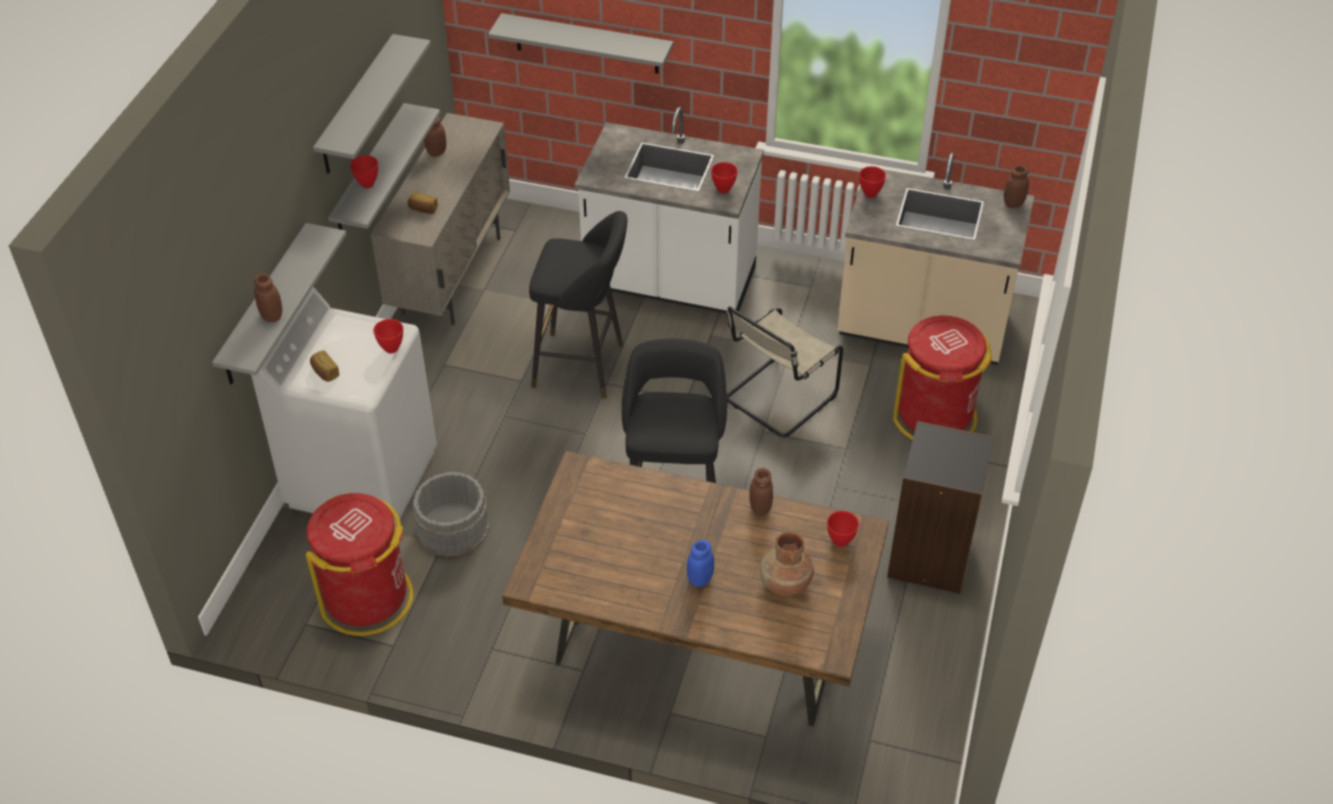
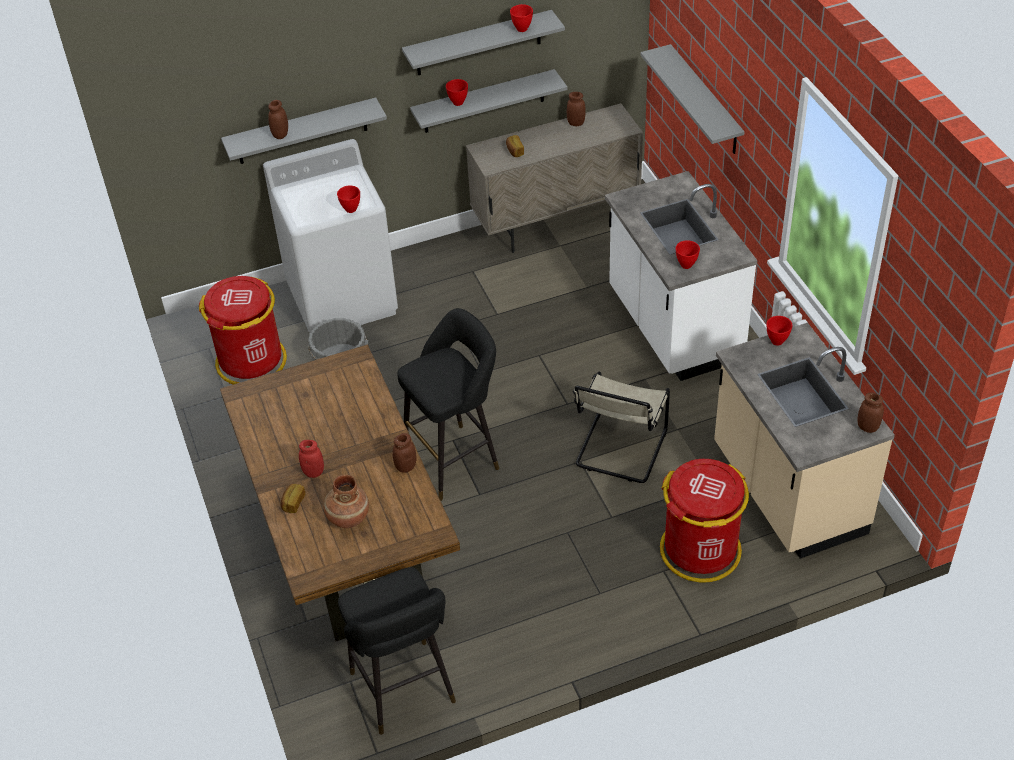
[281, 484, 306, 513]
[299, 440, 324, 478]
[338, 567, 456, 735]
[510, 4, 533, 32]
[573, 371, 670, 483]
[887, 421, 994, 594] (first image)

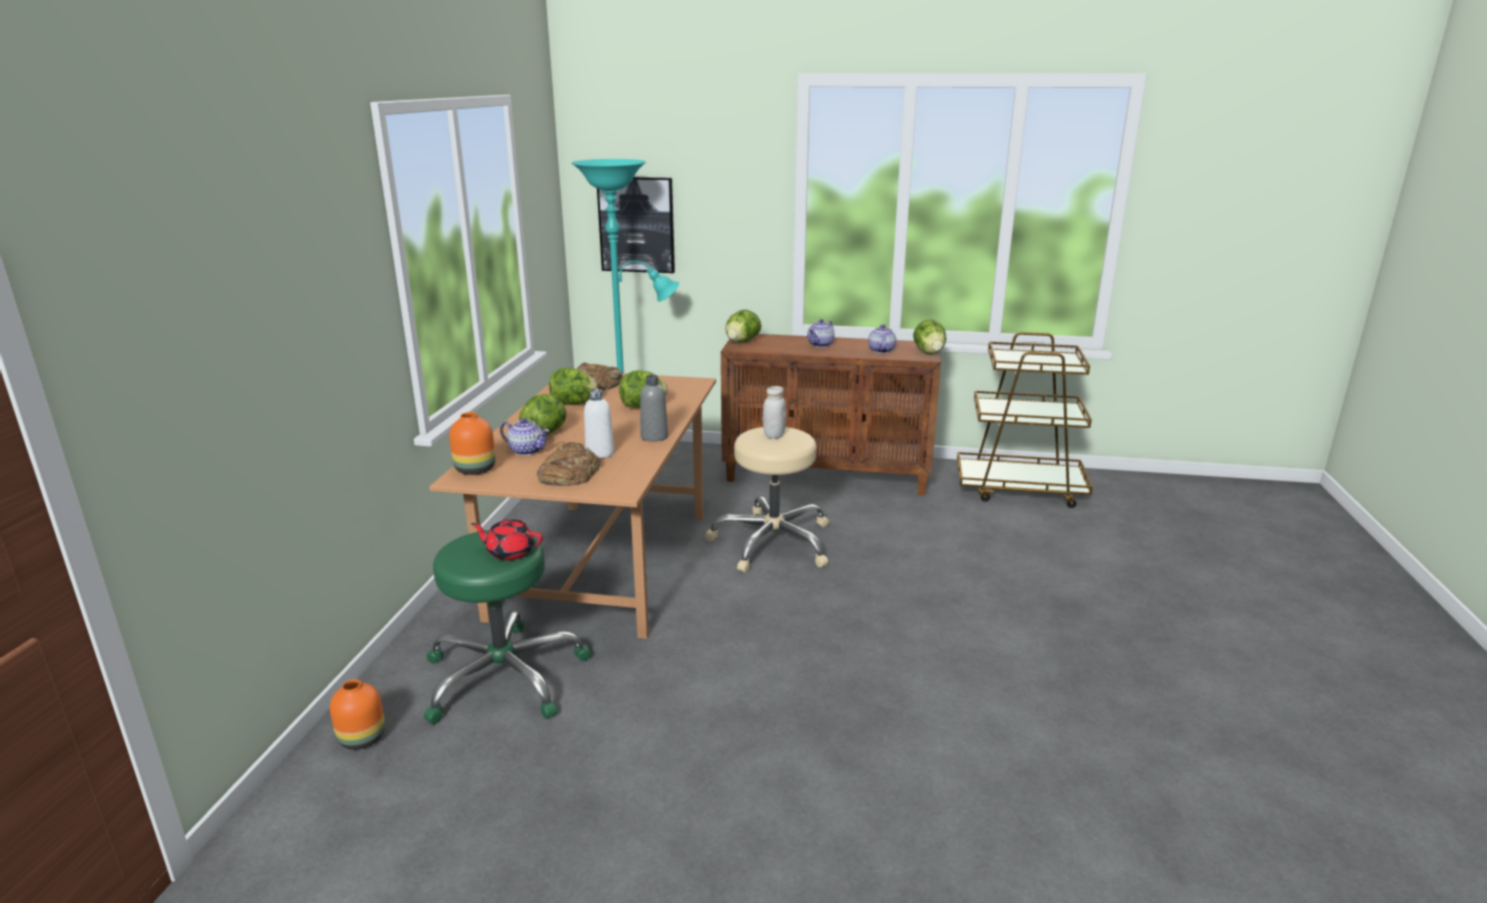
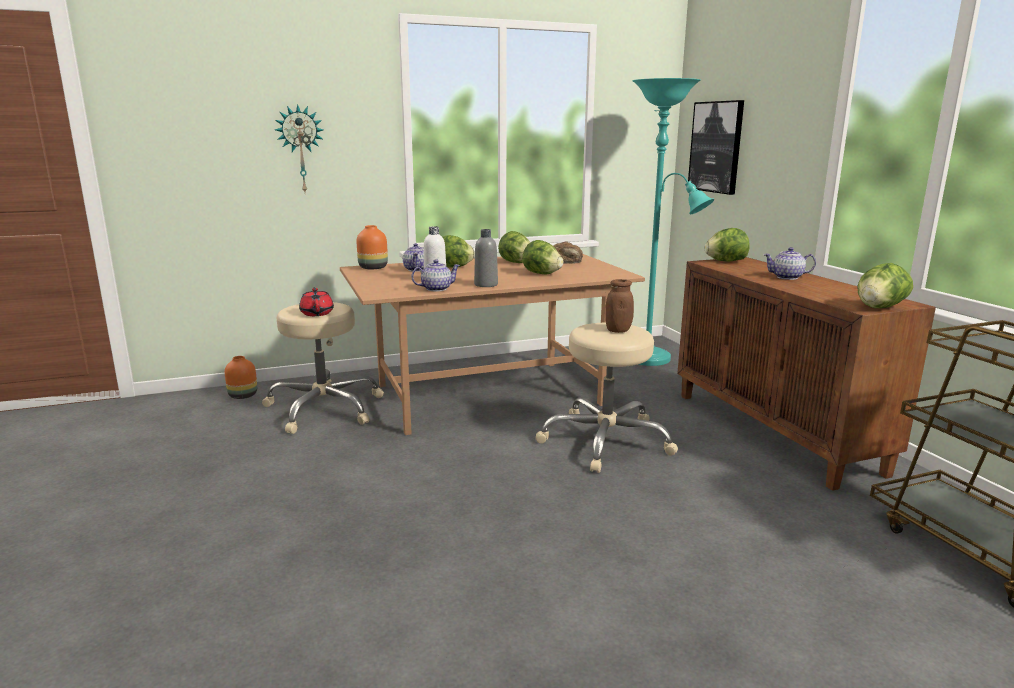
[262, 302, 384, 434]
[275, 104, 324, 192]
[411, 259, 460, 291]
[605, 279, 634, 333]
[537, 442, 600, 486] (first image)

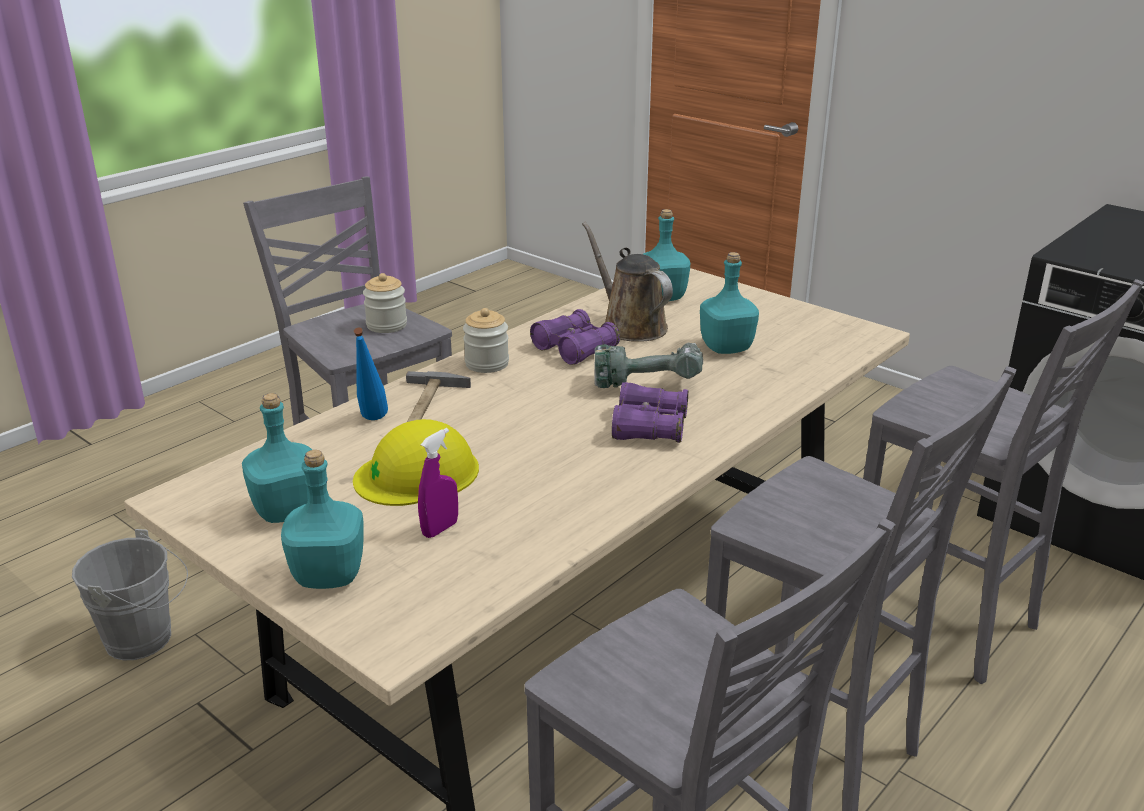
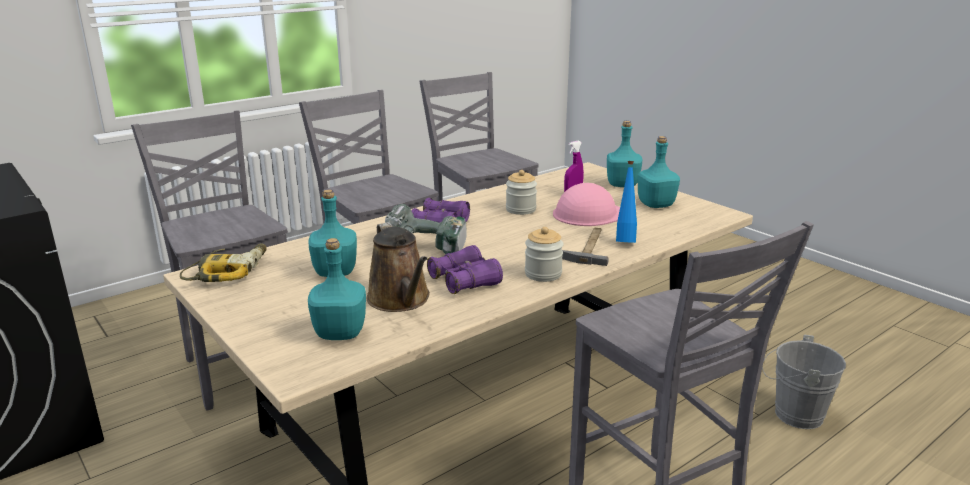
[180, 243, 267, 282]
[506, 170, 537, 215]
[553, 183, 620, 226]

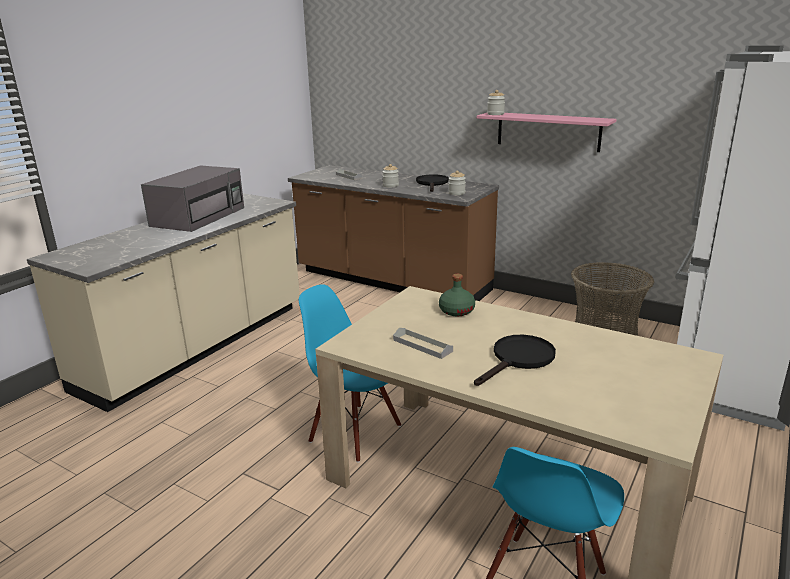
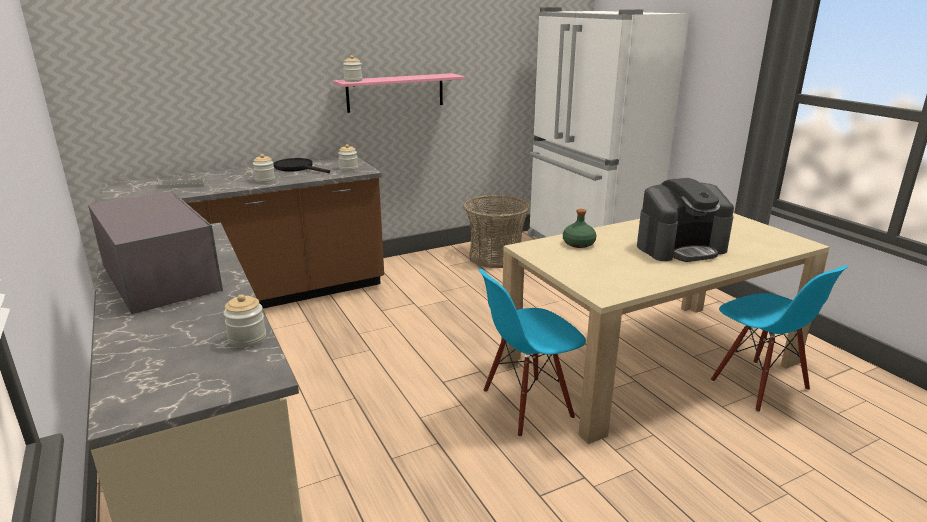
[223, 294, 266, 348]
[637, 178, 734, 262]
[393, 328, 453, 359] (first image)

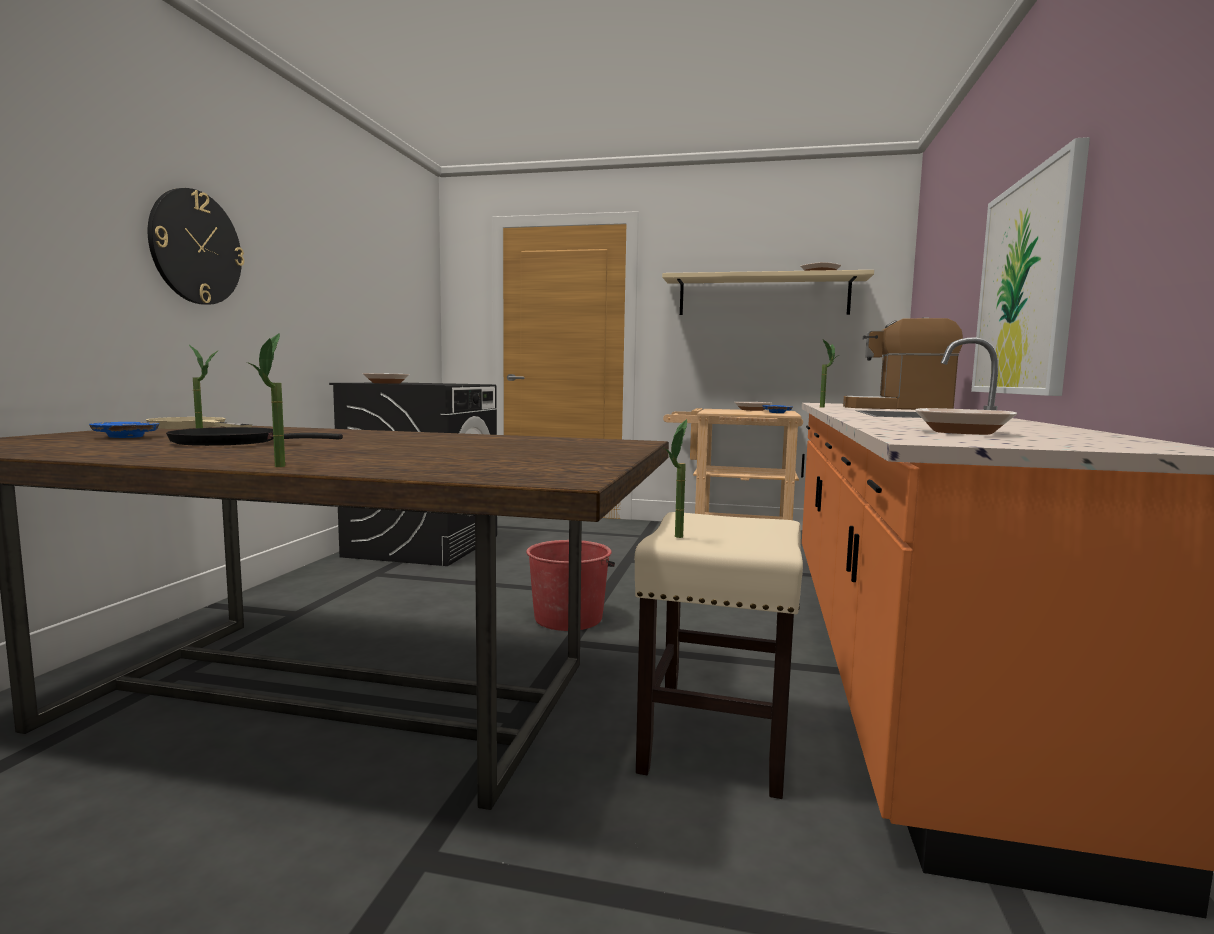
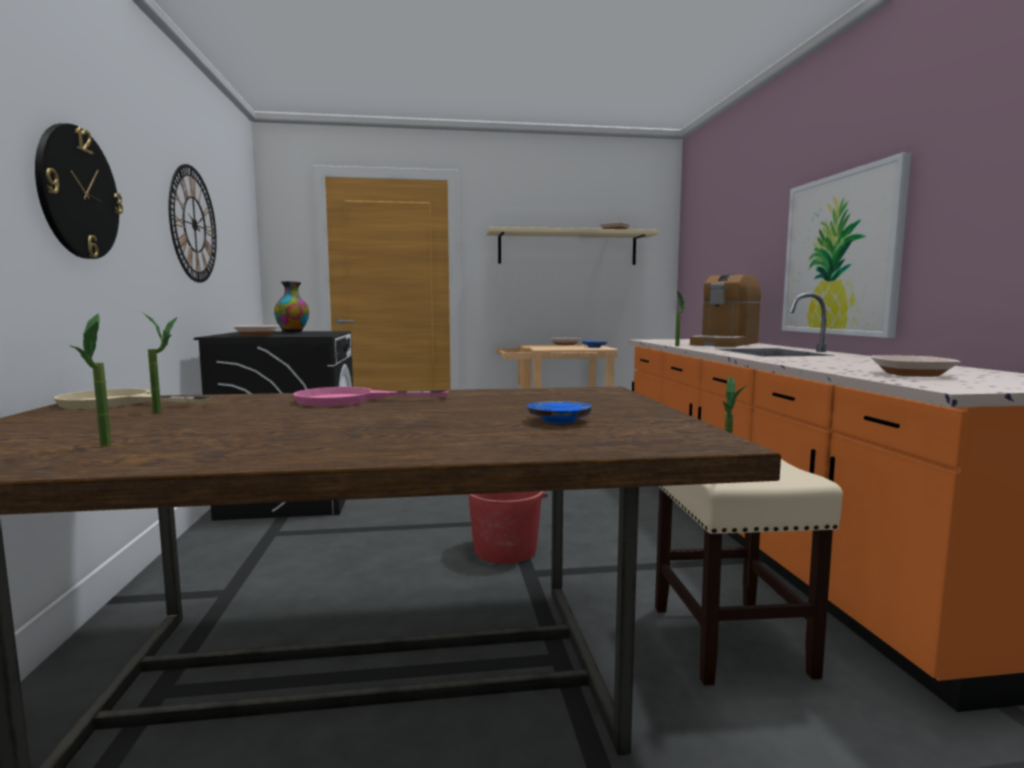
[69, 314, 111, 446]
[168, 164, 217, 283]
[274, 281, 309, 332]
[293, 387, 449, 407]
[527, 401, 592, 423]
[690, 274, 761, 347]
[166, 427, 343, 446] (first image)

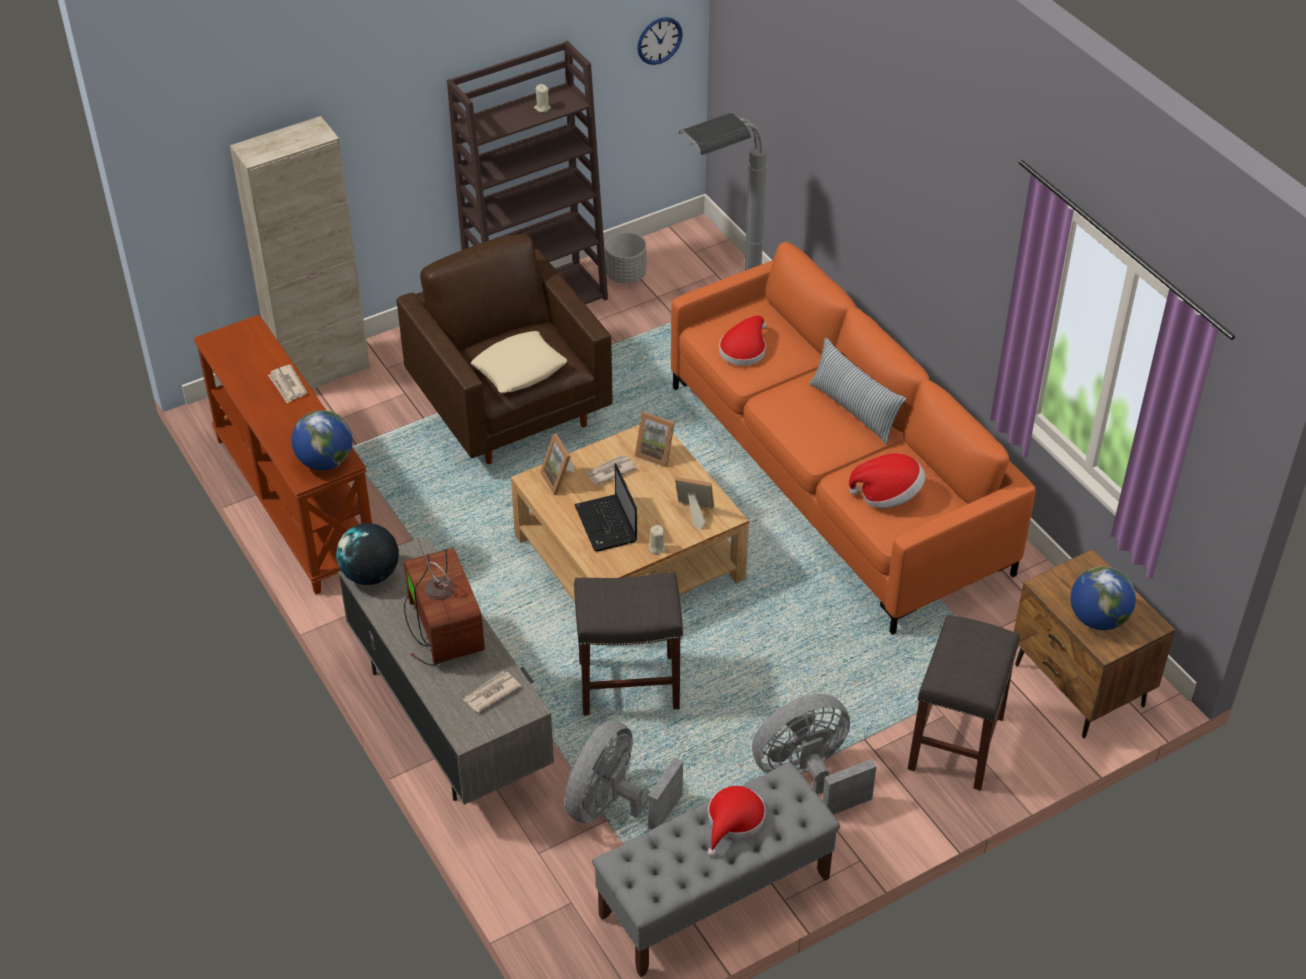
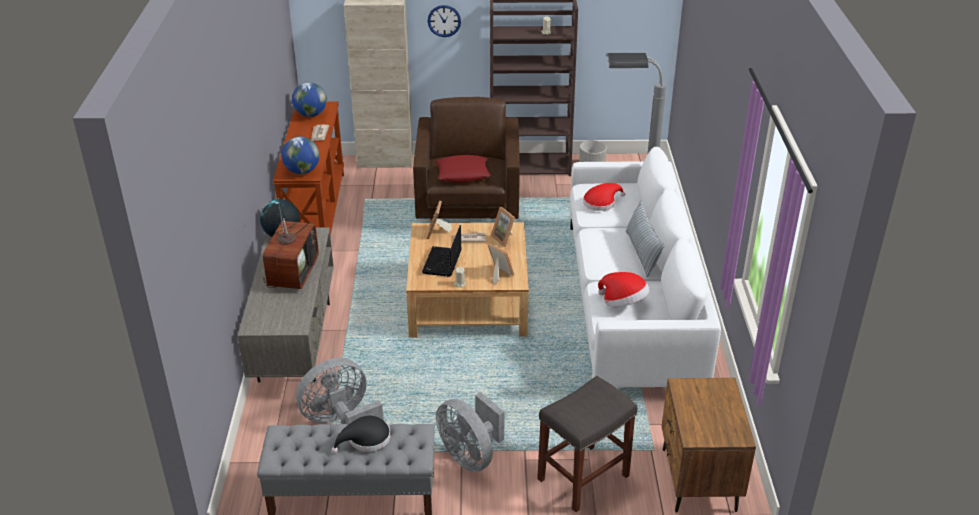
[292, 82, 327, 117]
[332, 416, 391, 453]
[428, 5, 461, 37]
[436, 155, 490, 182]
[436, 392, 505, 472]
[570, 147, 721, 387]
[463, 671, 521, 712] (first image)
[574, 572, 683, 715] (first image)

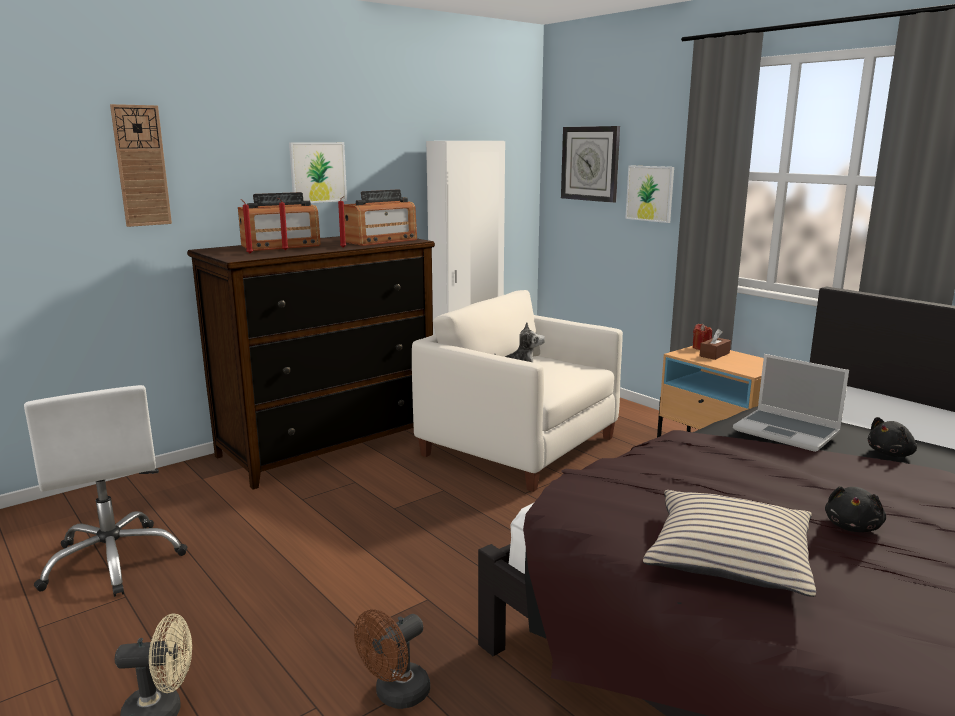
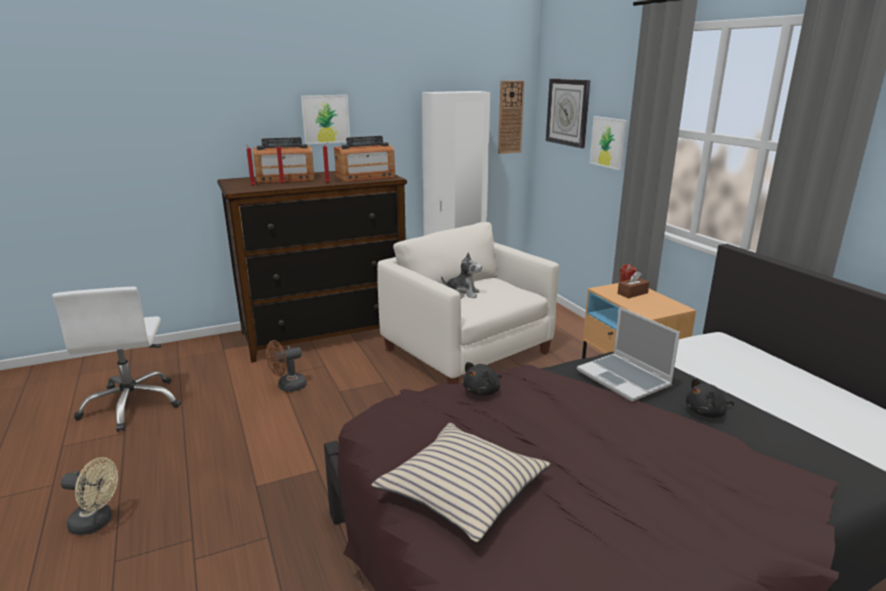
[266, 340, 307, 392]
[463, 362, 502, 396]
[498, 81, 524, 154]

